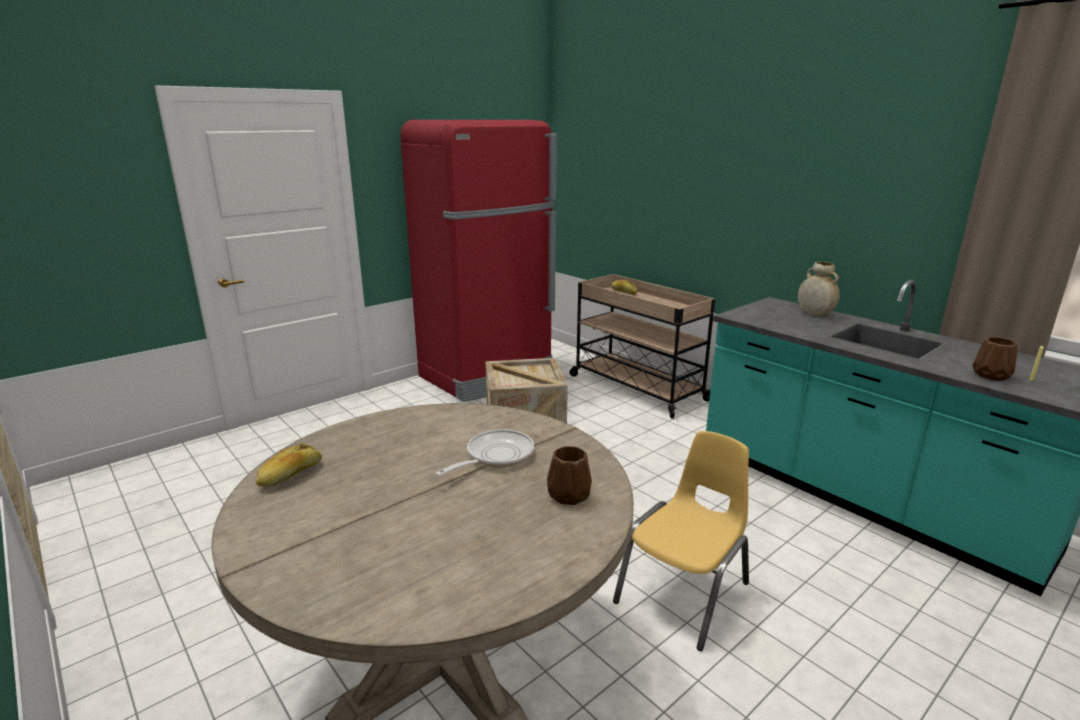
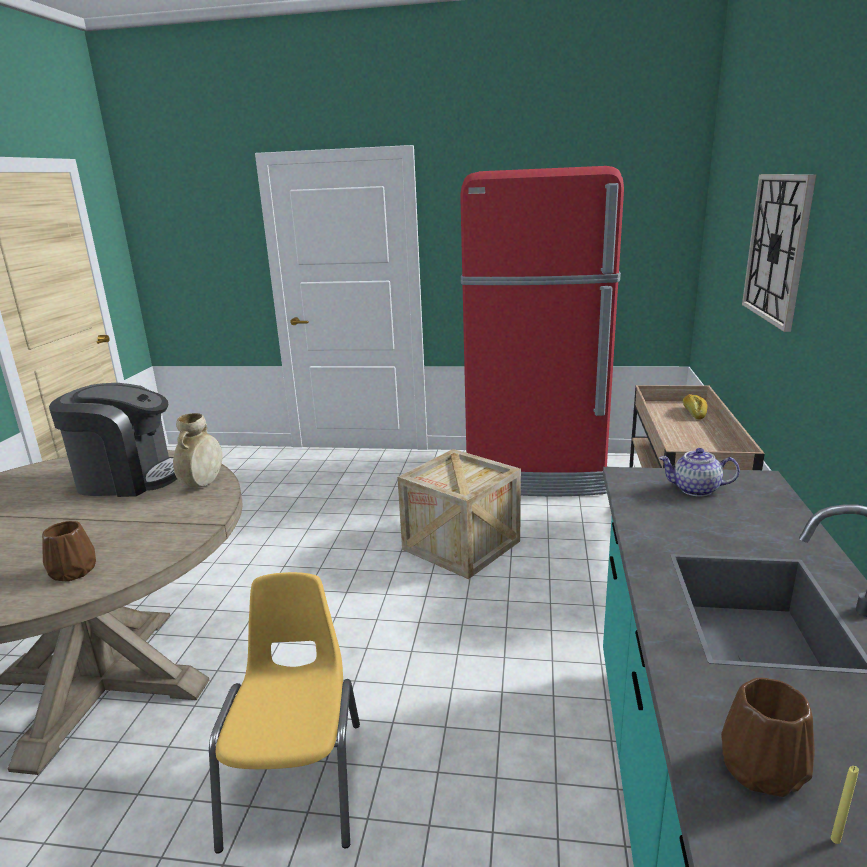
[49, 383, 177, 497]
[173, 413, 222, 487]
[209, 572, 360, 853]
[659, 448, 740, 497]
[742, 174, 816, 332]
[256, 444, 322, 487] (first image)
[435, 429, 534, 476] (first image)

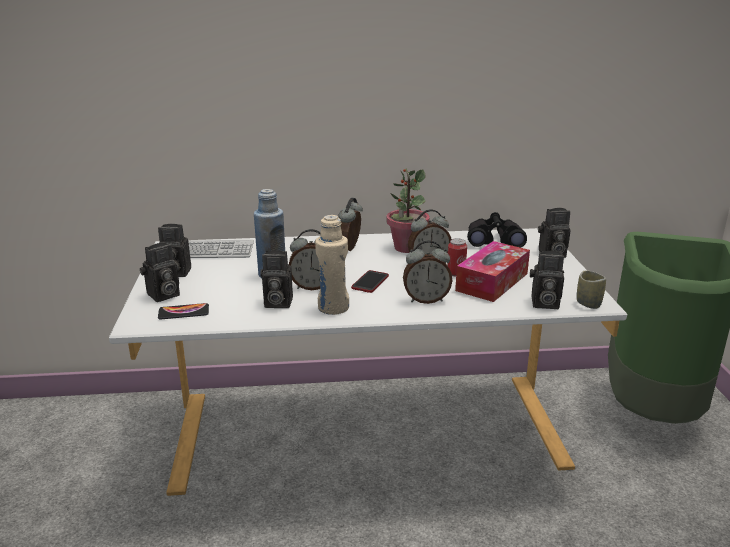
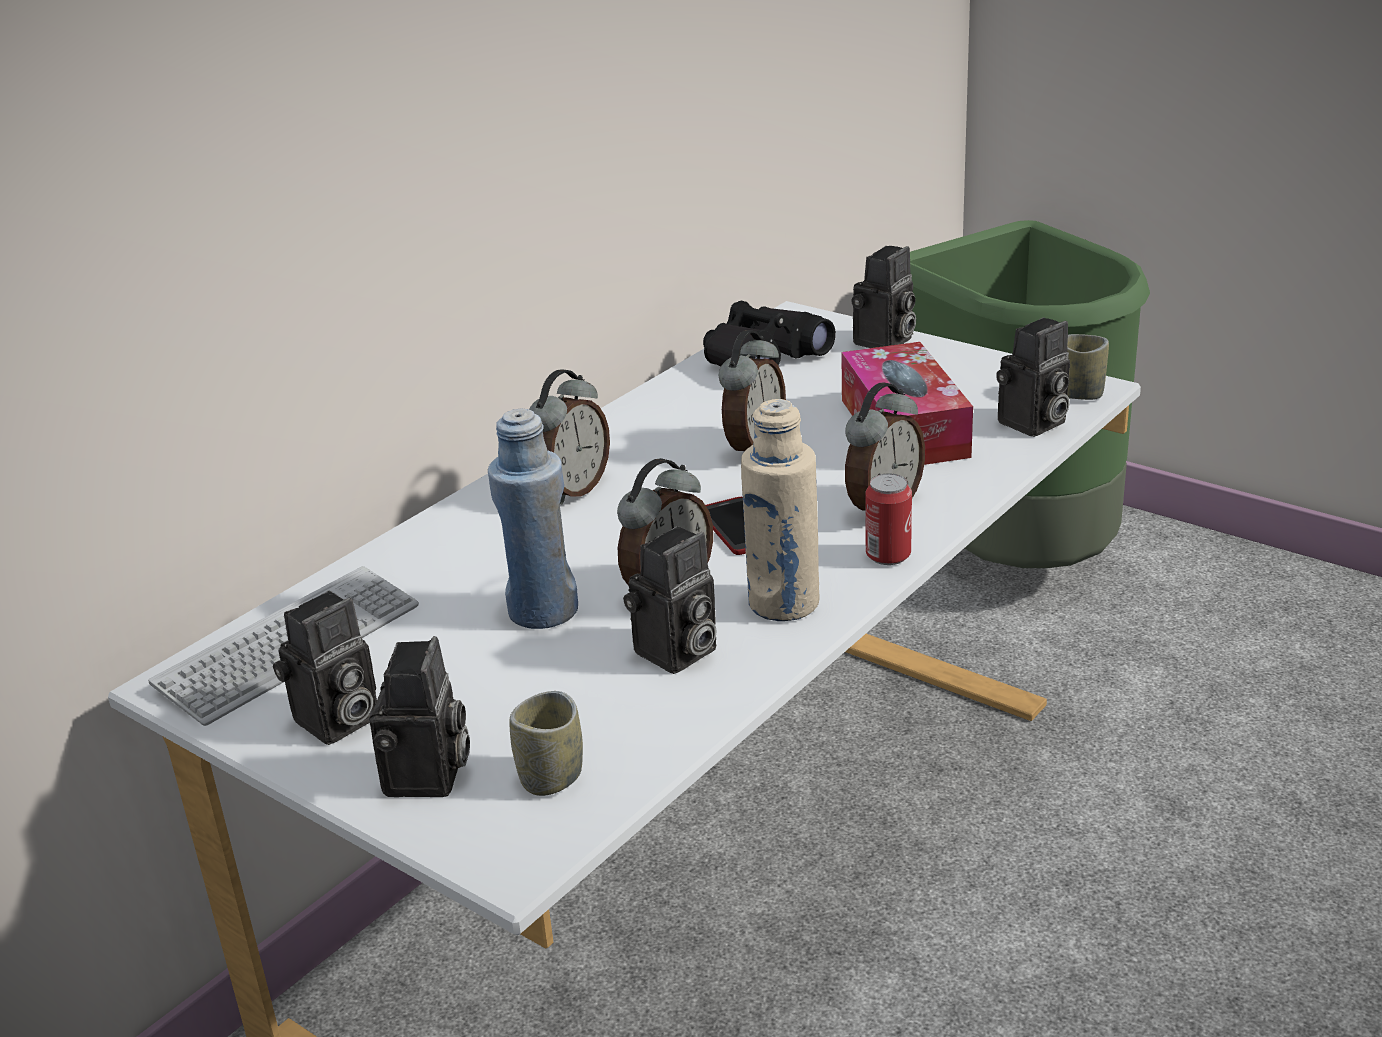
[509, 691, 583, 796]
[529, 369, 610, 505]
[865, 474, 912, 565]
[386, 168, 430, 253] (first image)

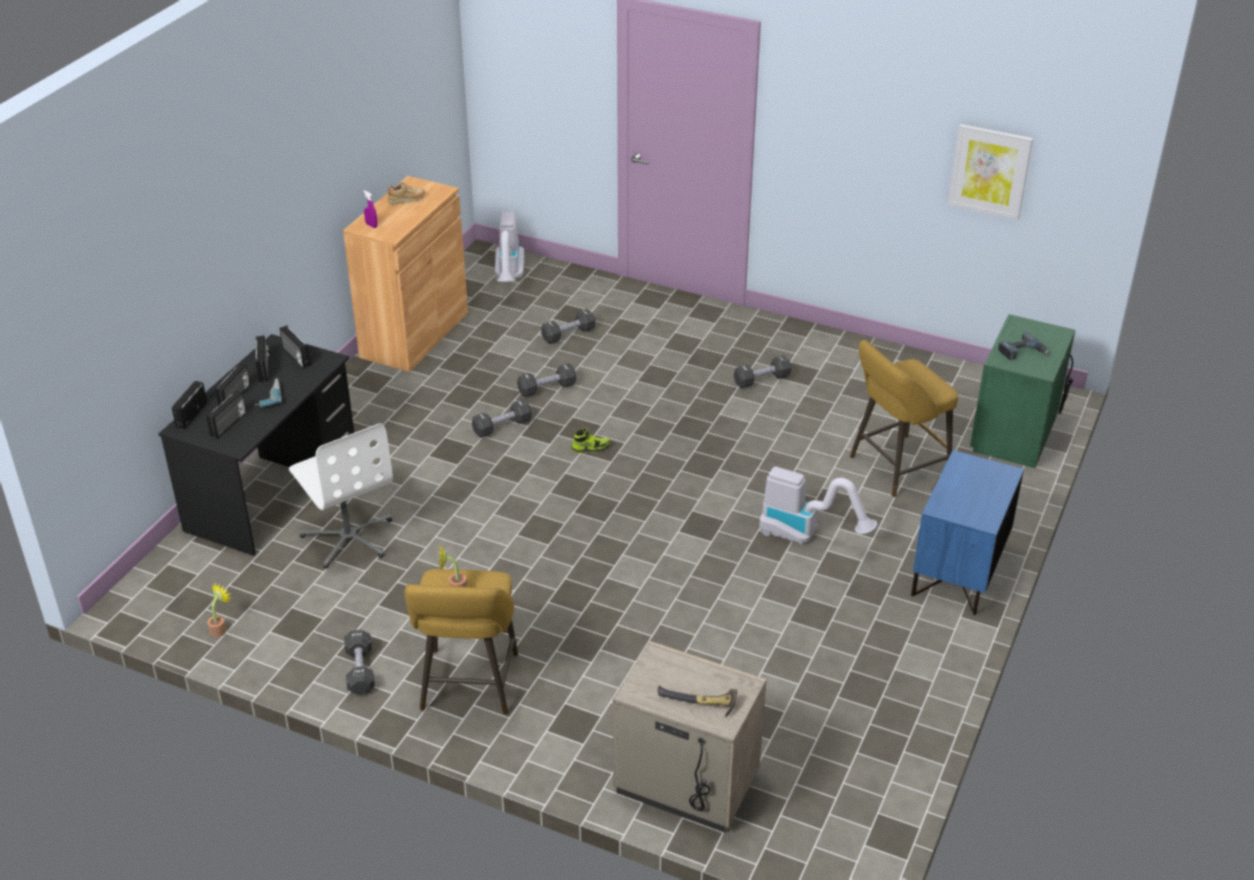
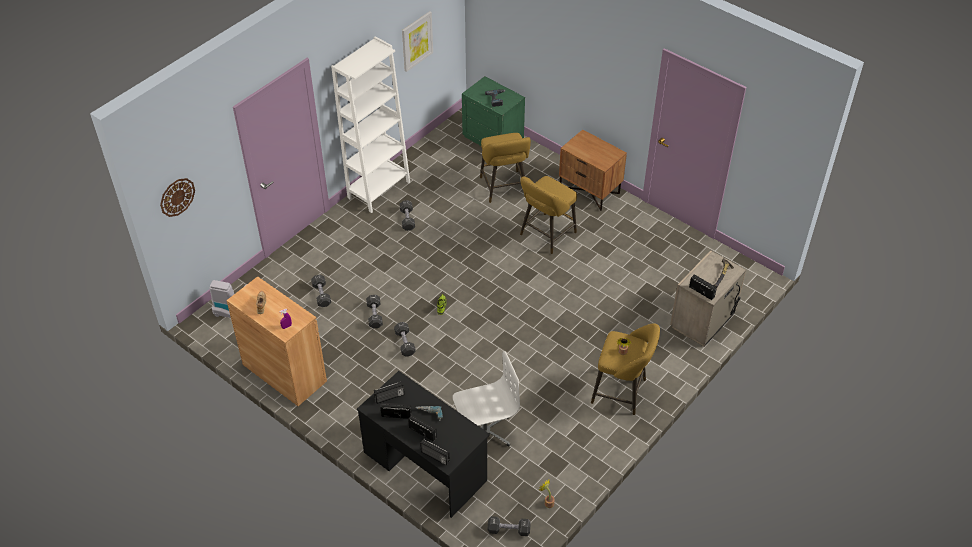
[160, 178, 195, 217]
[331, 36, 410, 213]
[488, 516, 531, 536]
[520, 176, 577, 254]
[559, 129, 627, 211]
[689, 274, 717, 300]

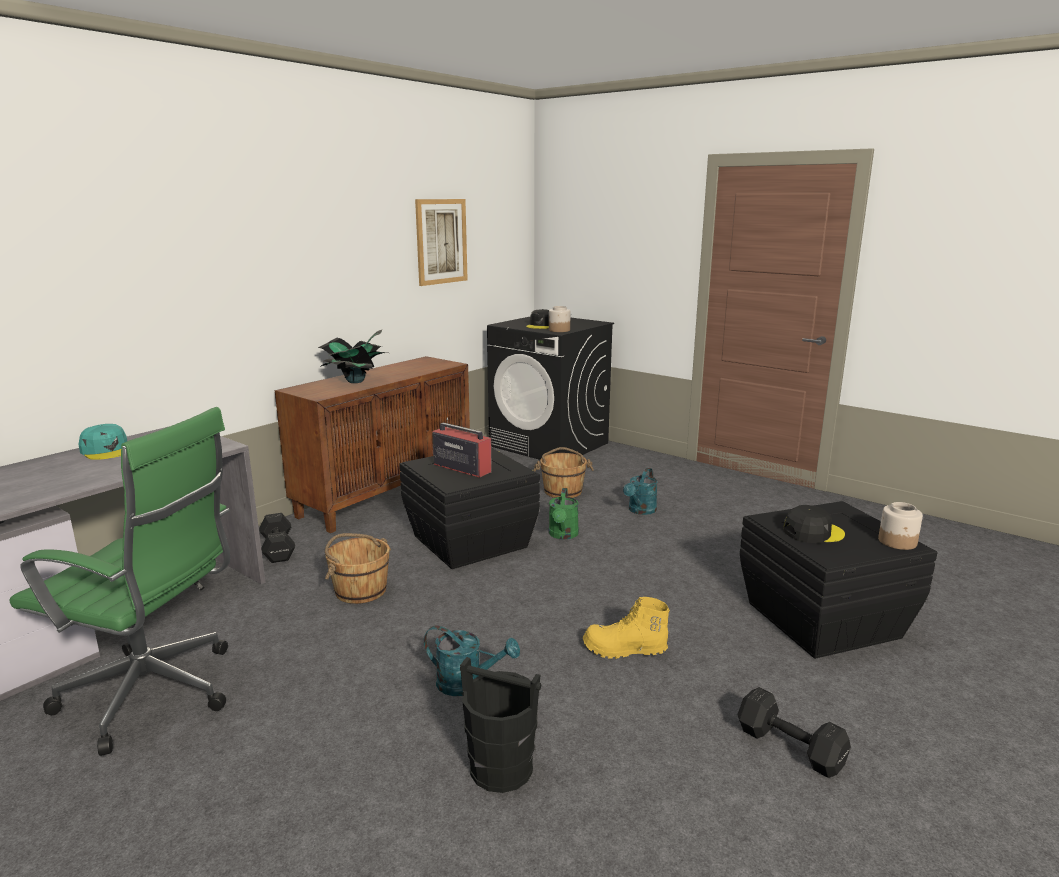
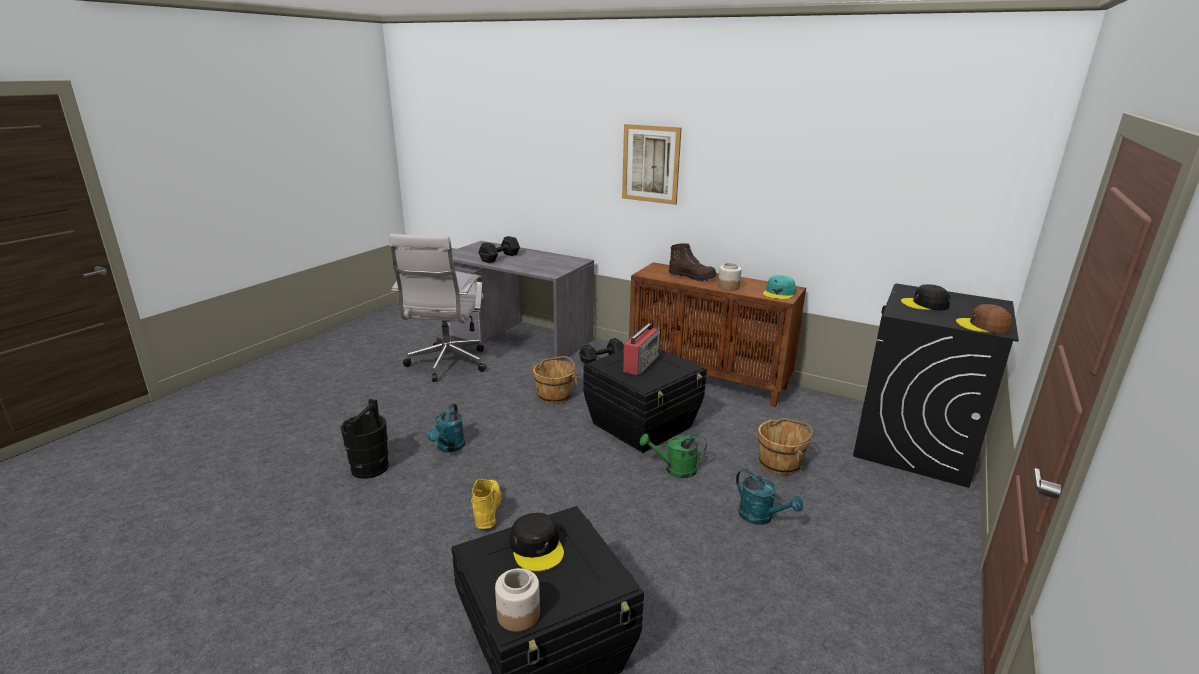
[389, 234, 486, 382]
[478, 236, 520, 263]
[622, 124, 682, 205]
[668, 243, 717, 281]
[718, 263, 742, 291]
[736, 469, 803, 525]
[763, 275, 796, 299]
[956, 304, 1012, 333]

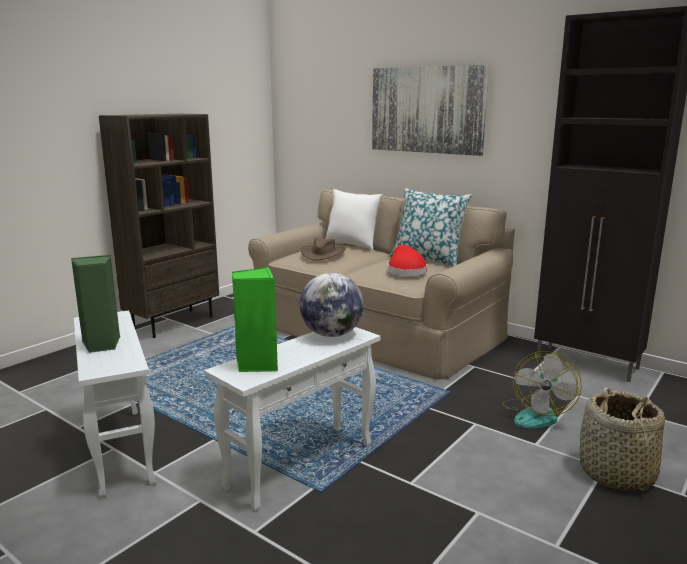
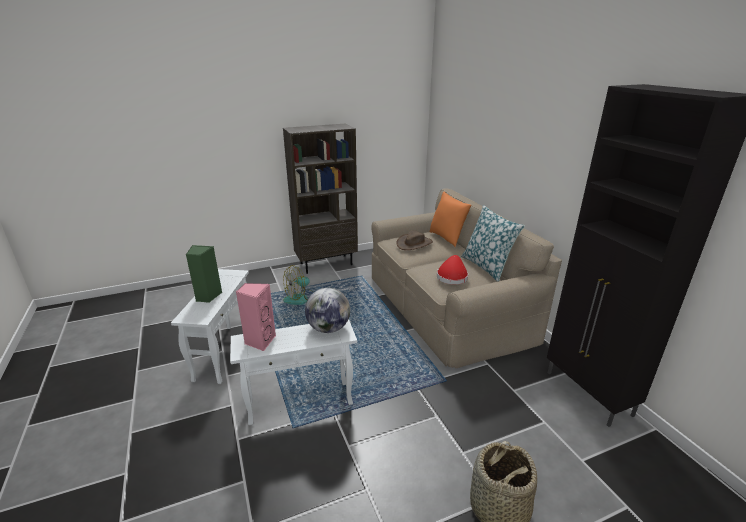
[236, 283, 276, 351]
[283, 265, 314, 305]
[430, 192, 471, 247]
[372, 65, 489, 156] (first image)

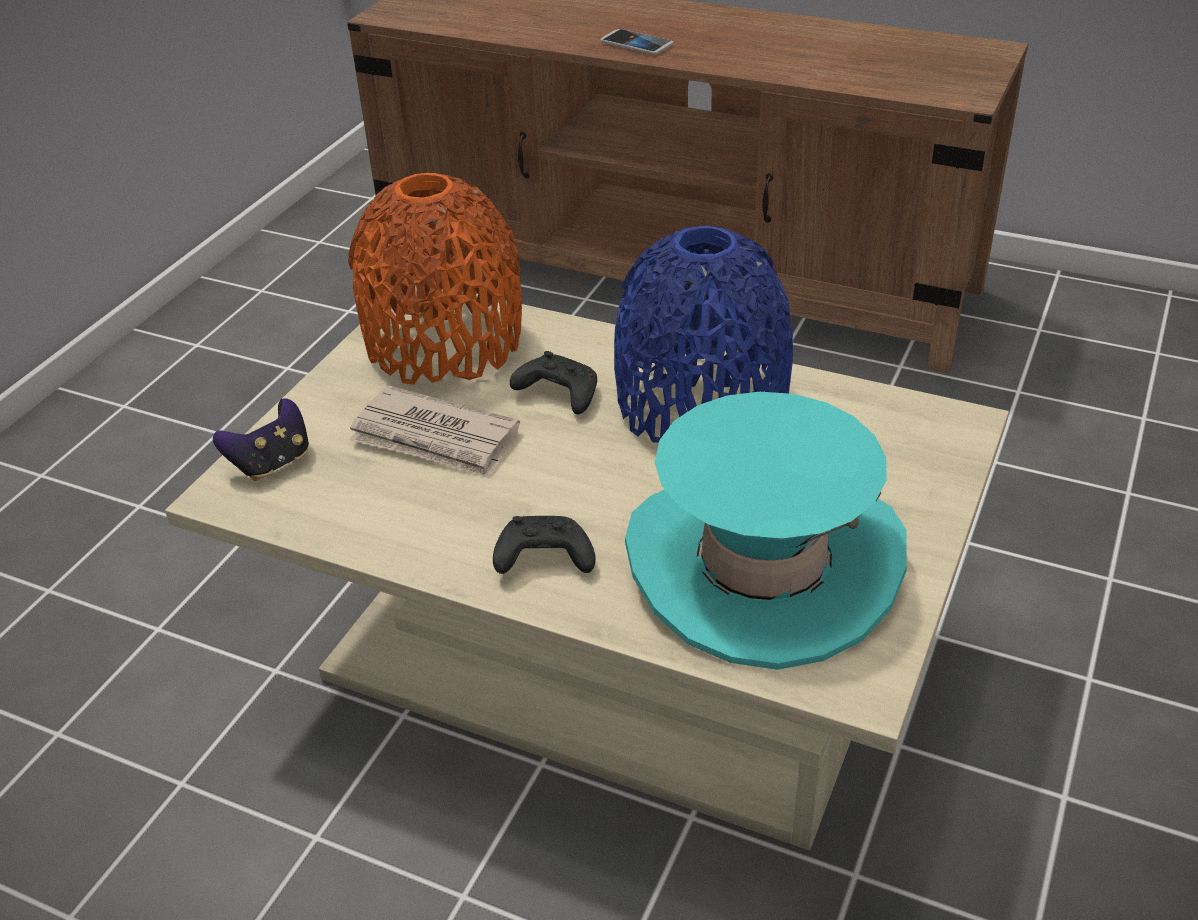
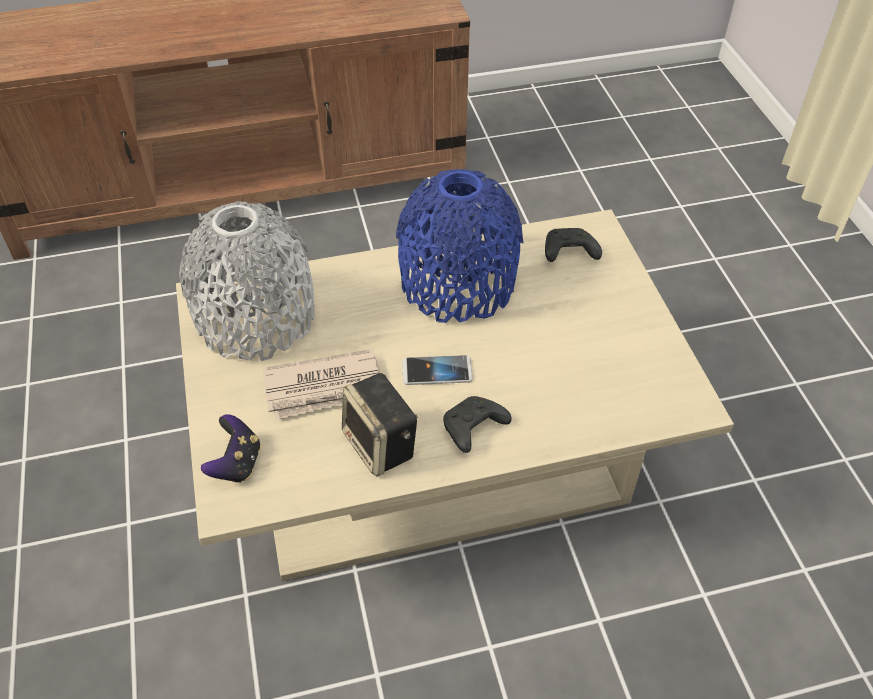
[179, 201, 315, 361]
[342, 373, 418, 476]
[403, 355, 473, 385]
[545, 228, 602, 262]
[625, 392, 907, 670] (first image)

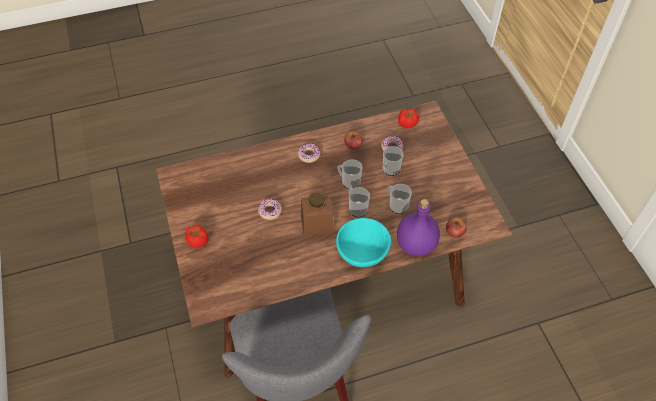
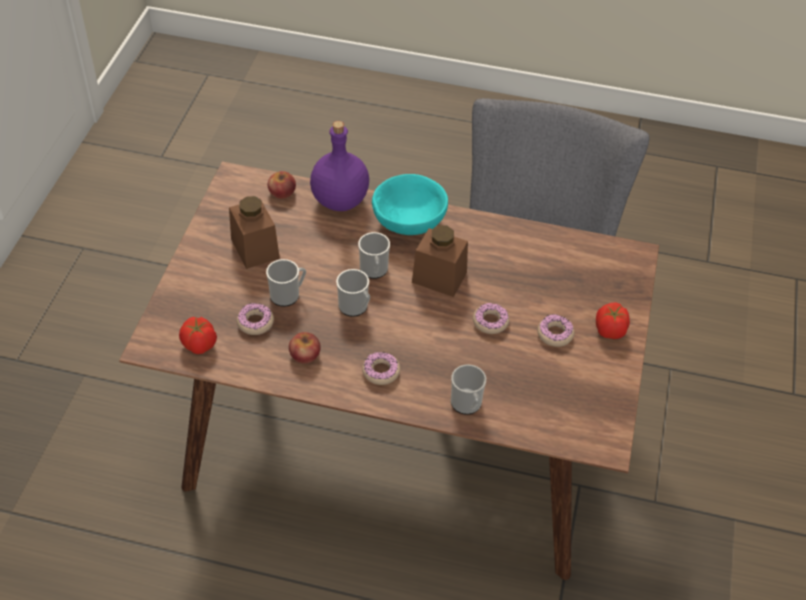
[229, 196, 280, 269]
[451, 364, 486, 415]
[537, 314, 574, 347]

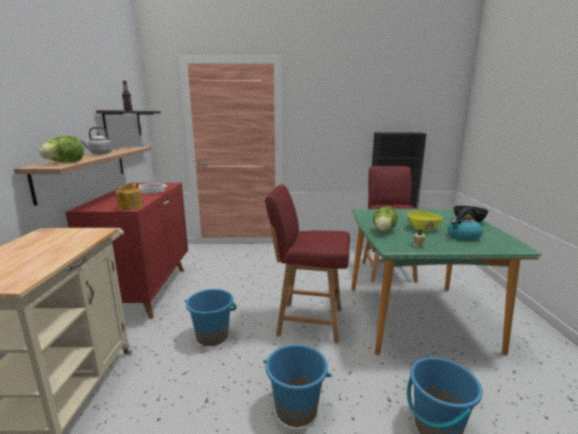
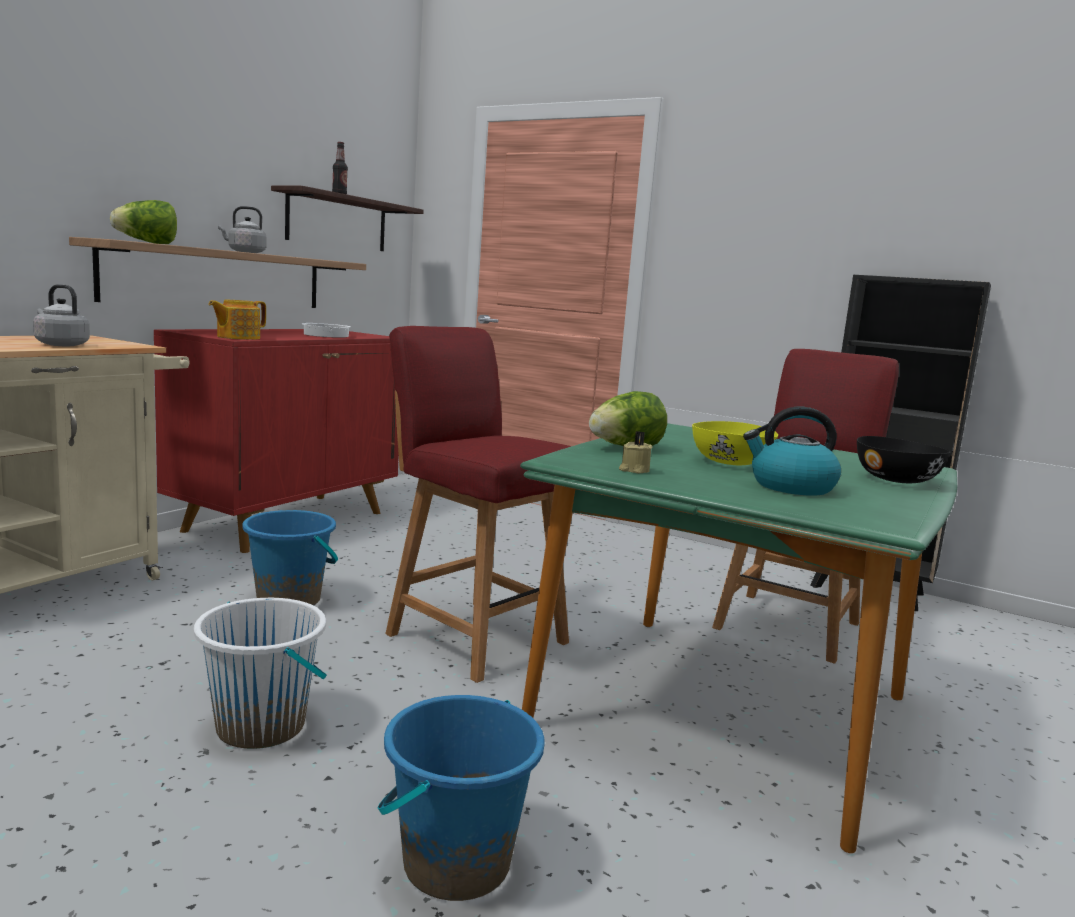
[33, 284, 90, 346]
[194, 598, 327, 749]

